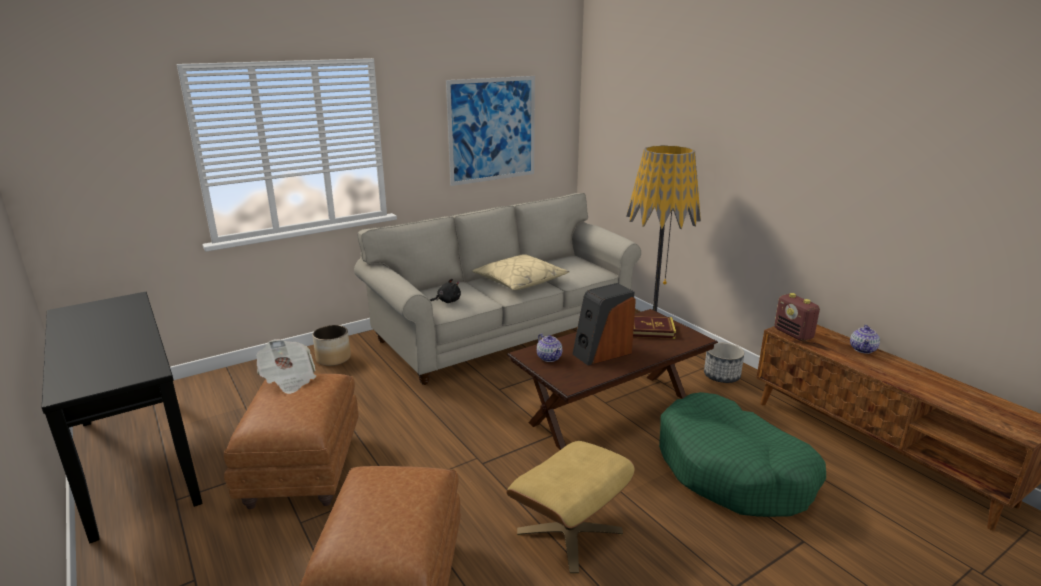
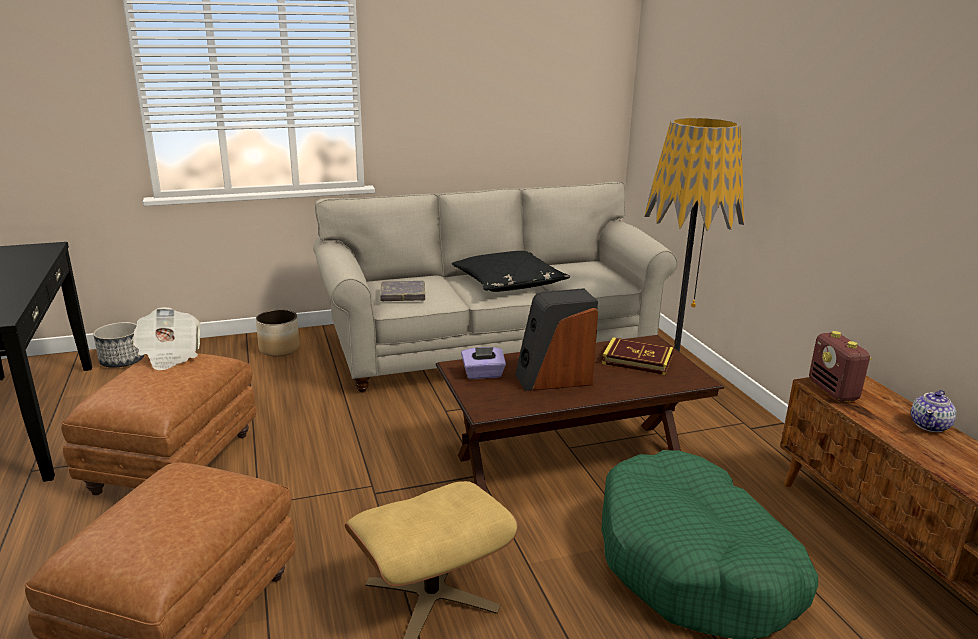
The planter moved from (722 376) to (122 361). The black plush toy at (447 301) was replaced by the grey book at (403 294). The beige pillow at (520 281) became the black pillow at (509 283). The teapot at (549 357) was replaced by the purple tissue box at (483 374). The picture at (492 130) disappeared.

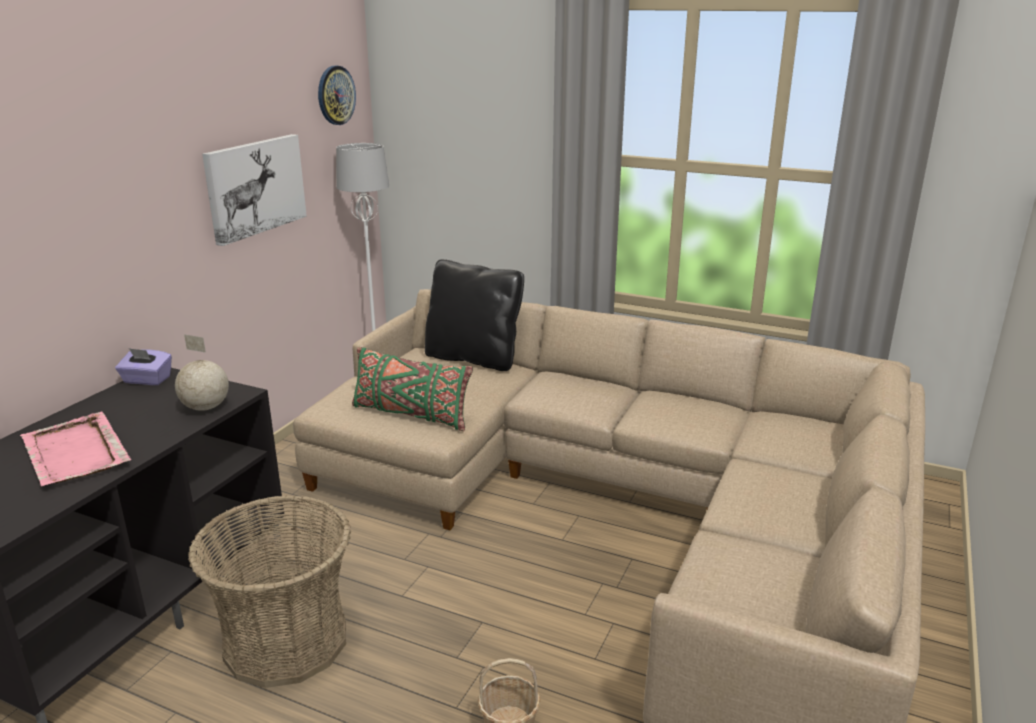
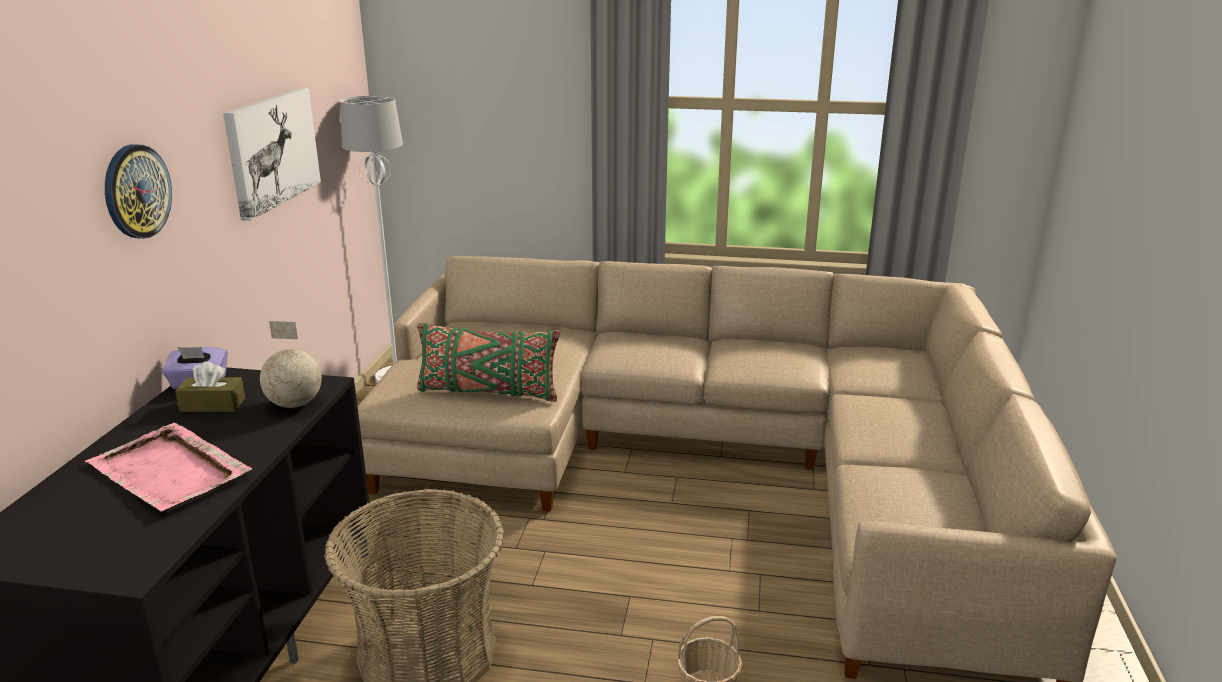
The wall clock moved from (335 95) to (136 191). The brown tissue box at (213 405) appeared. The black pillow at (473 358) disappeared.

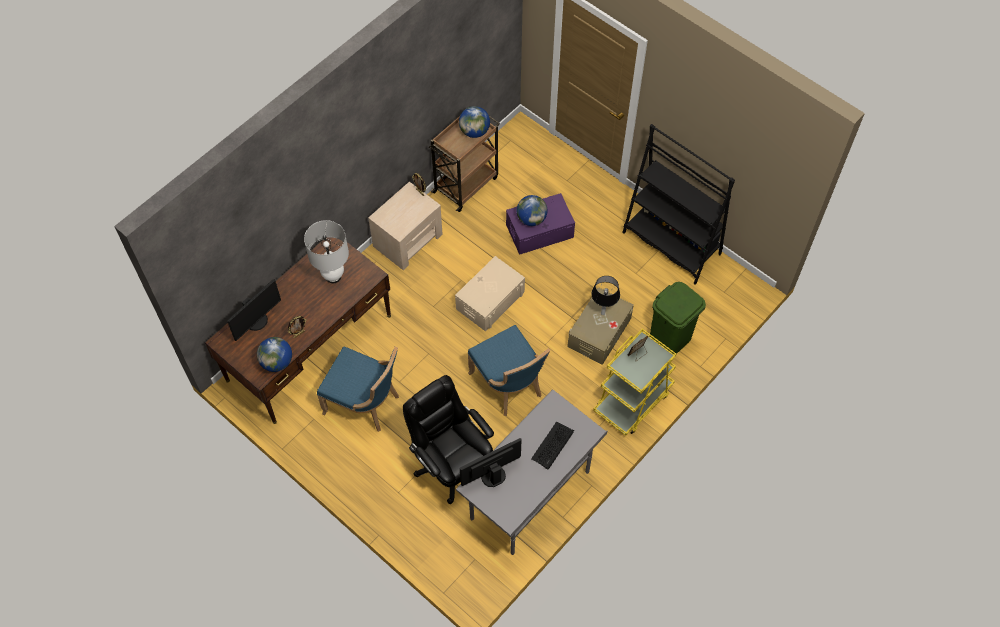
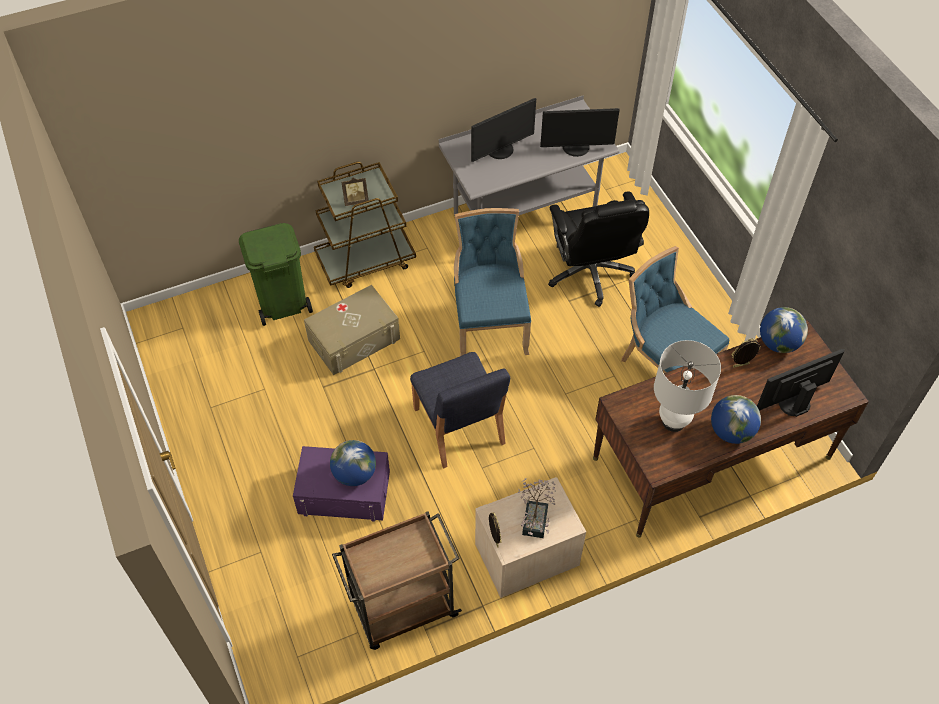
The yellow cart at (632 400) became the brown cart at (366 260). The beige storage box at (490 300) was replaced by the blue chair at (459 427). The keyboard at (552 445) was replaced by the monitor at (501 150). The potted plant at (536 517) appeared. The globe moved from (474 131) to (731 431). The table lamp at (603 312) disappeared. The black bookcase at (671 243) disappeared.

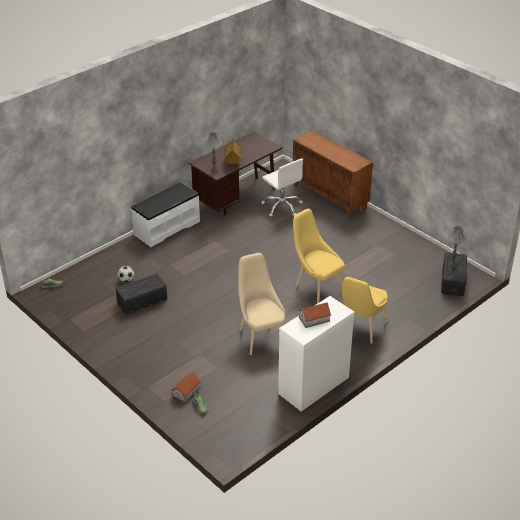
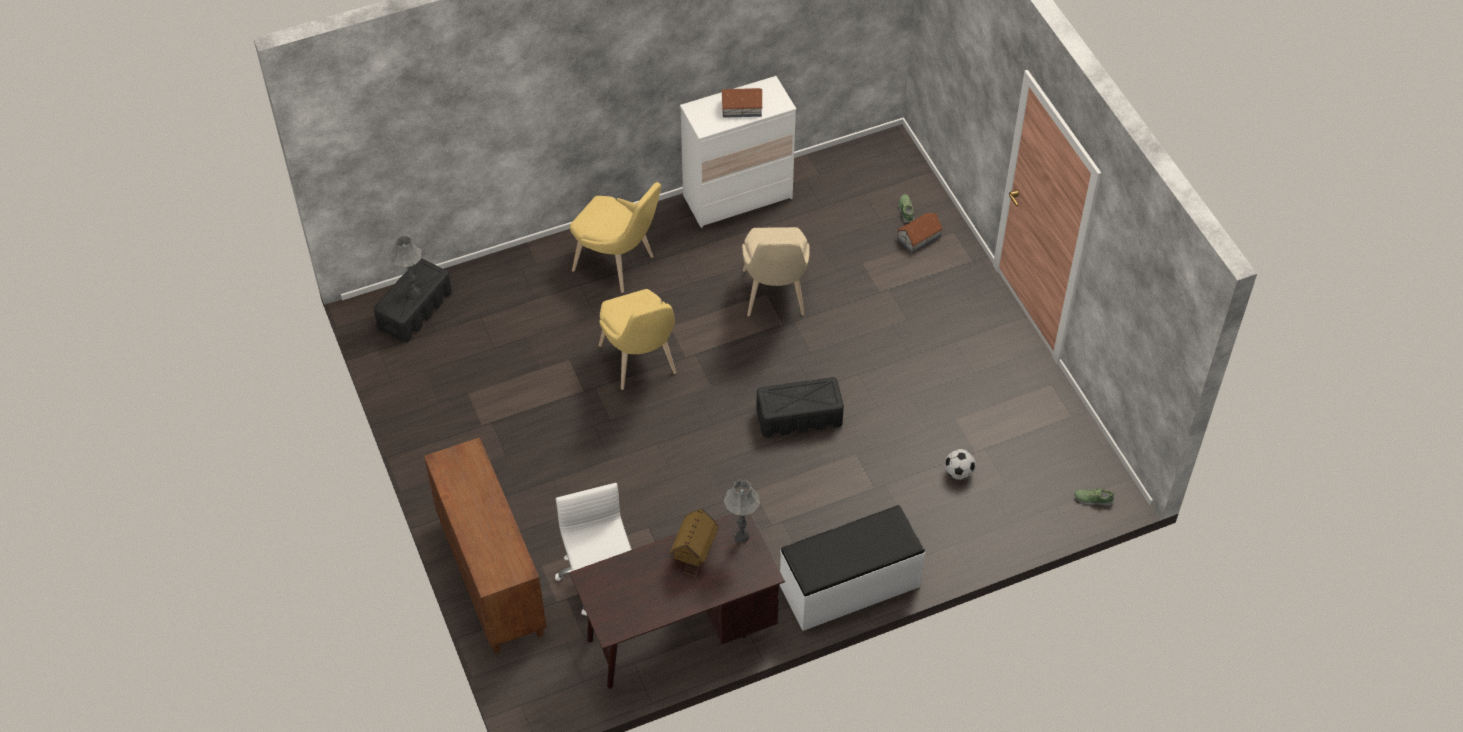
The yellow chair at (361 329) turned 75 degrees clockwise. The black storage box moved from (142 301) to (798 417).

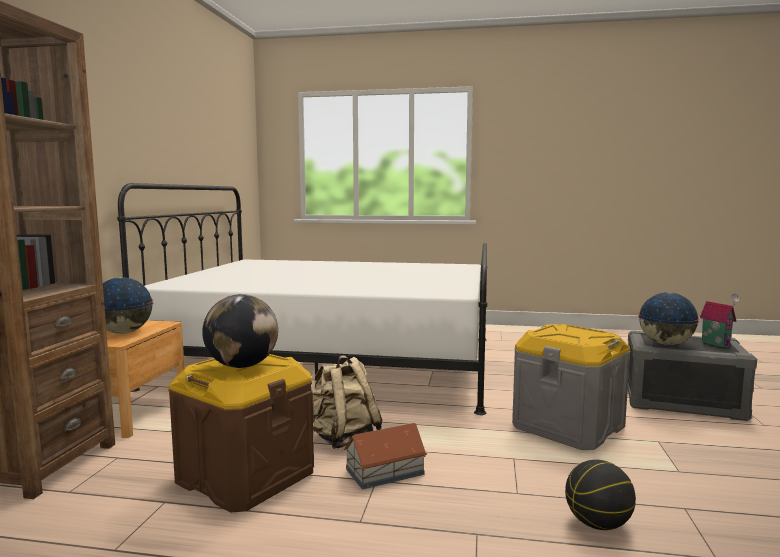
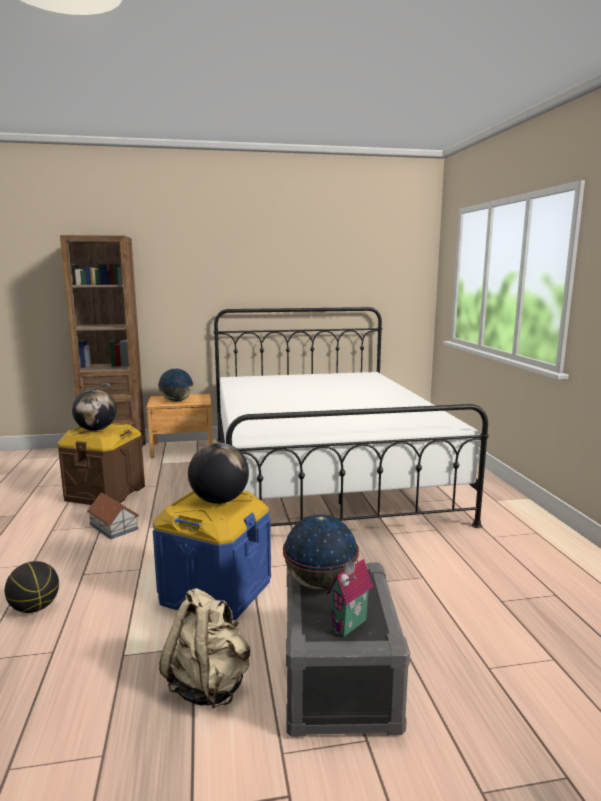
The grey storage box at (568 426) became the blue storage box at (215 591). The beige backpack moved from (342 439) to (209 684). The globe at (219 500) appeared.

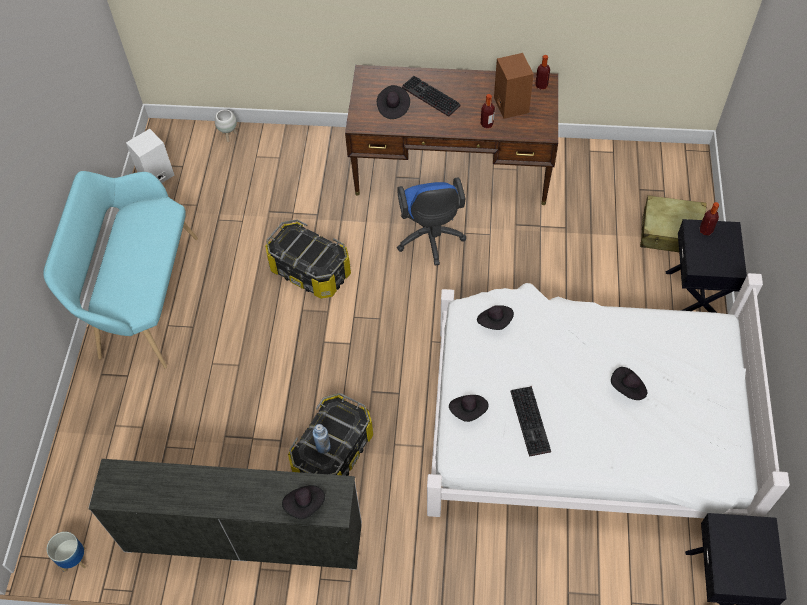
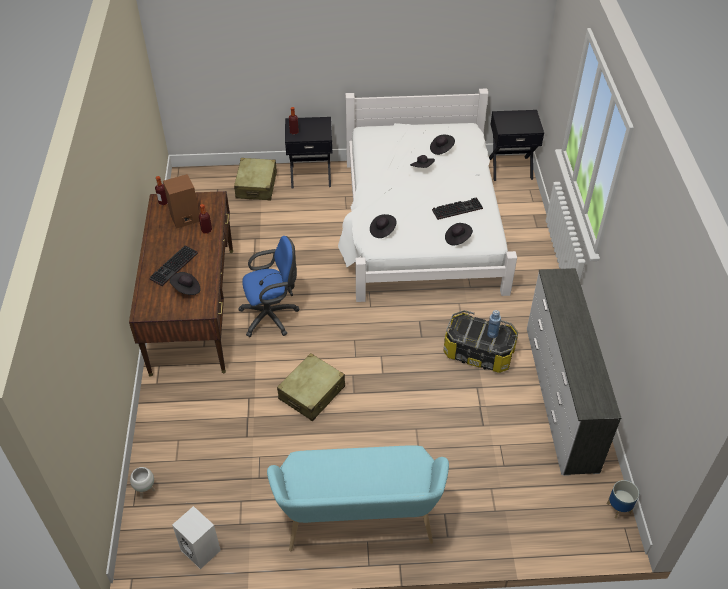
The storage box at (310 270) was replaced by the beige suitcase at (312 393). The black hat moved from (305 504) to (441 149).

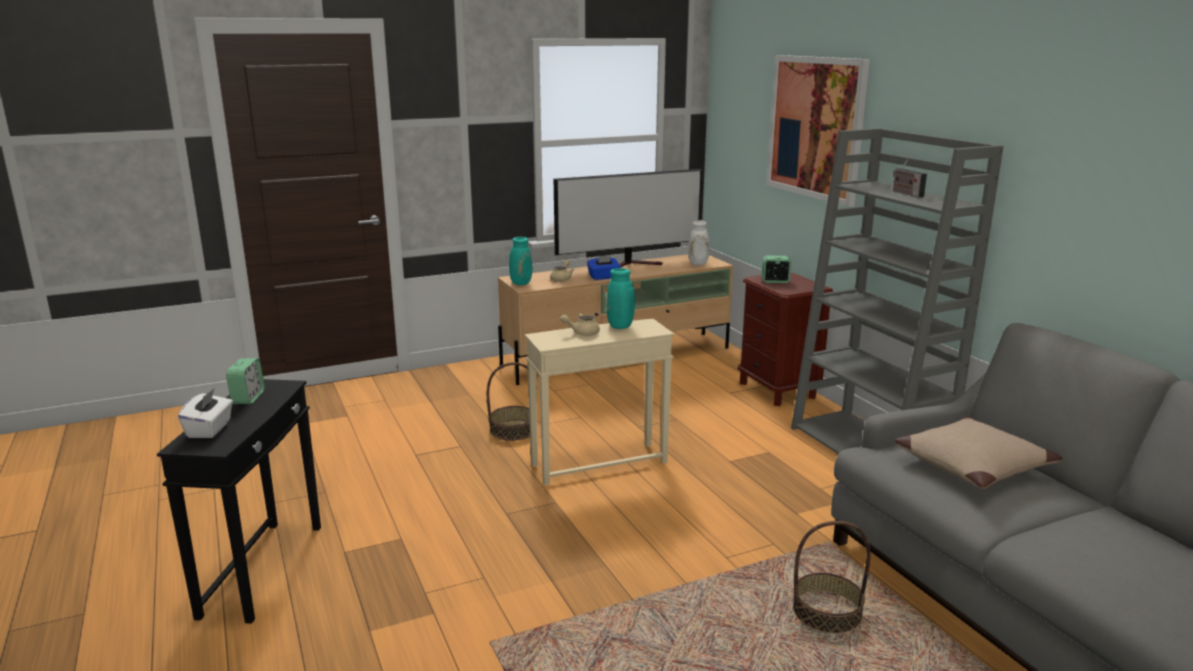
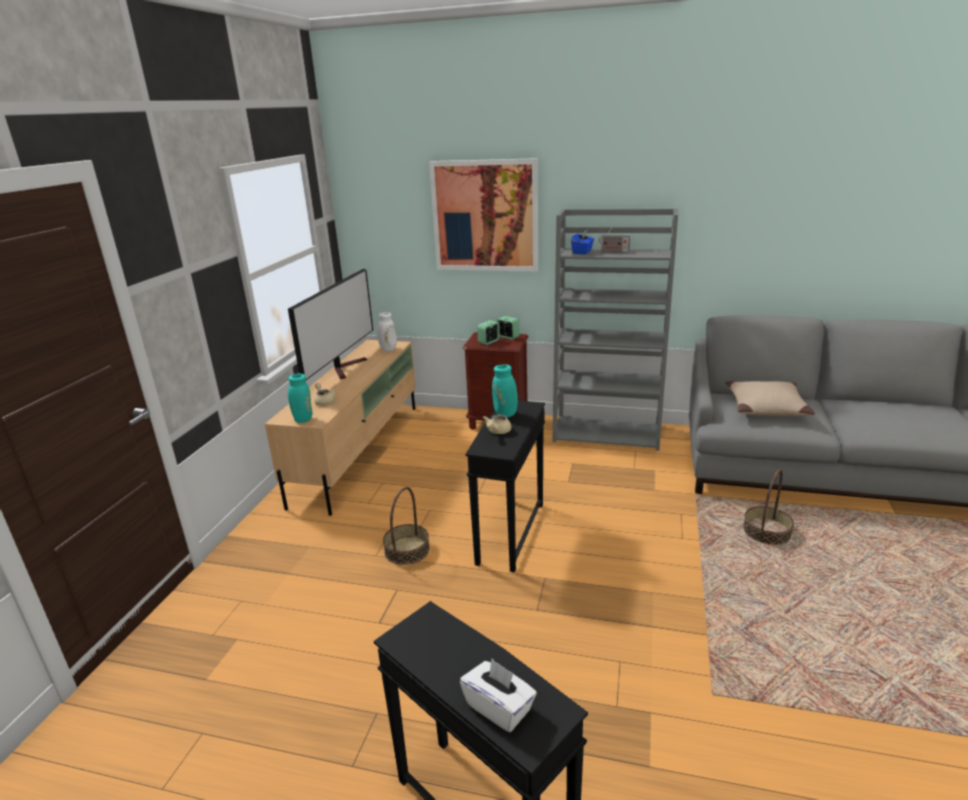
The beige side table at (598 463) became the black side table at (510 533). The alarm clock moved from (248 398) to (508 337). The blue tissue box moved from (603 277) to (582 252).

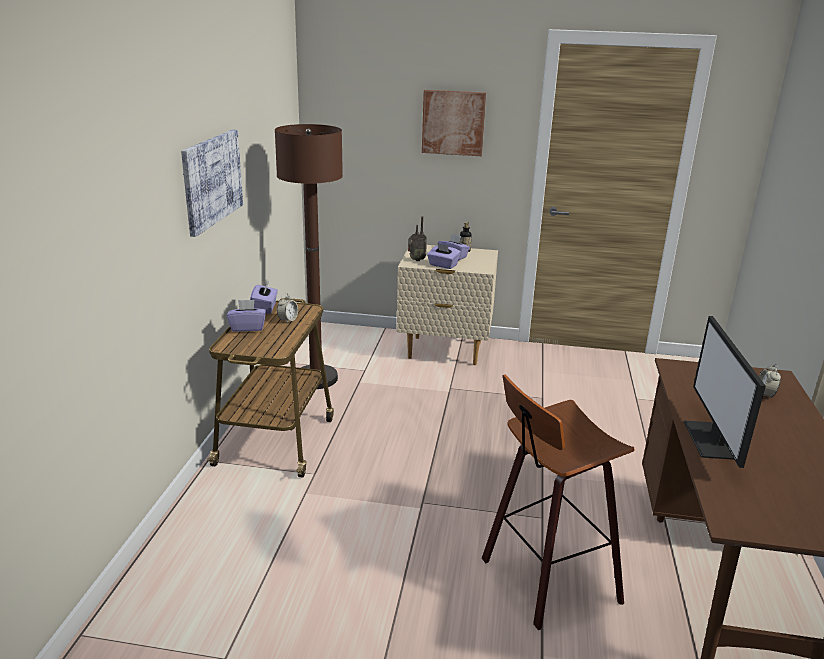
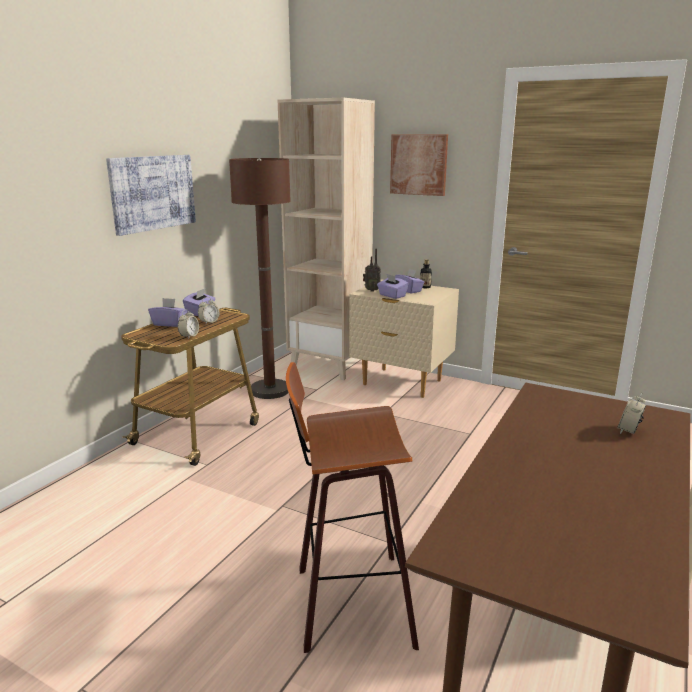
The alarm clock at (189 336) appeared. The beige bookcase at (330 365) appeared. The monitor at (713 440) disappeared.

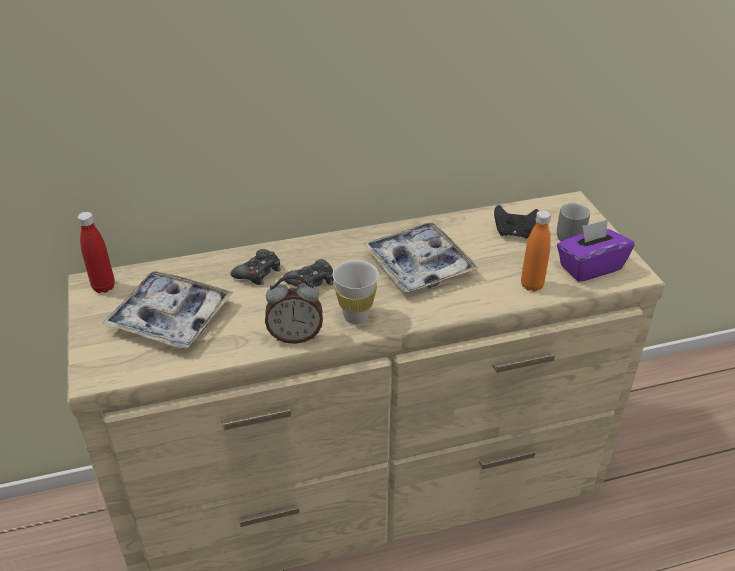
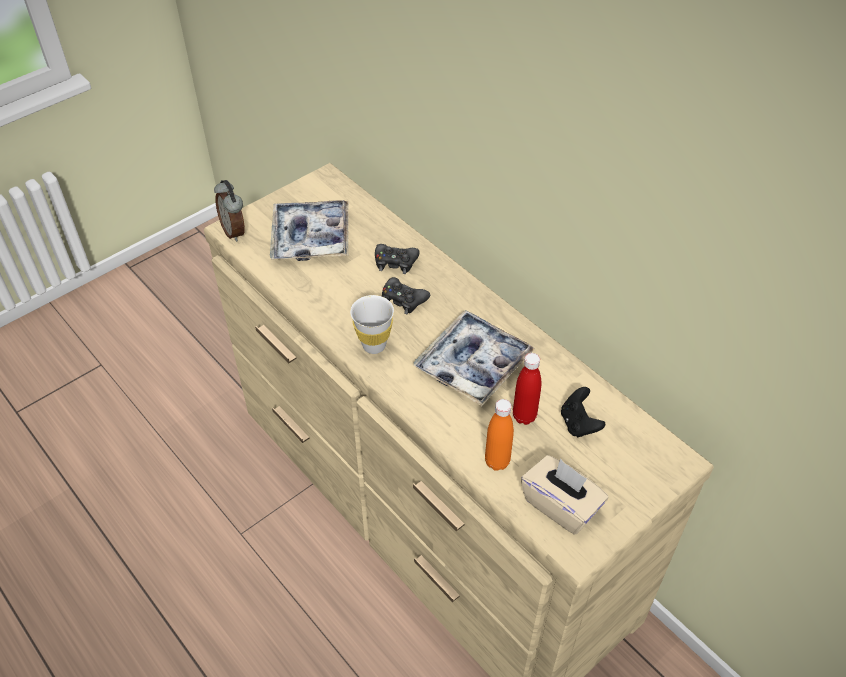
The alarm clock moved from (295 336) to (235 231). The red bottle moved from (103 287) to (524 416). The purple tissue box at (589 267) became the beige tissue box at (561 505). The grey mug at (569 234) disappeared.

